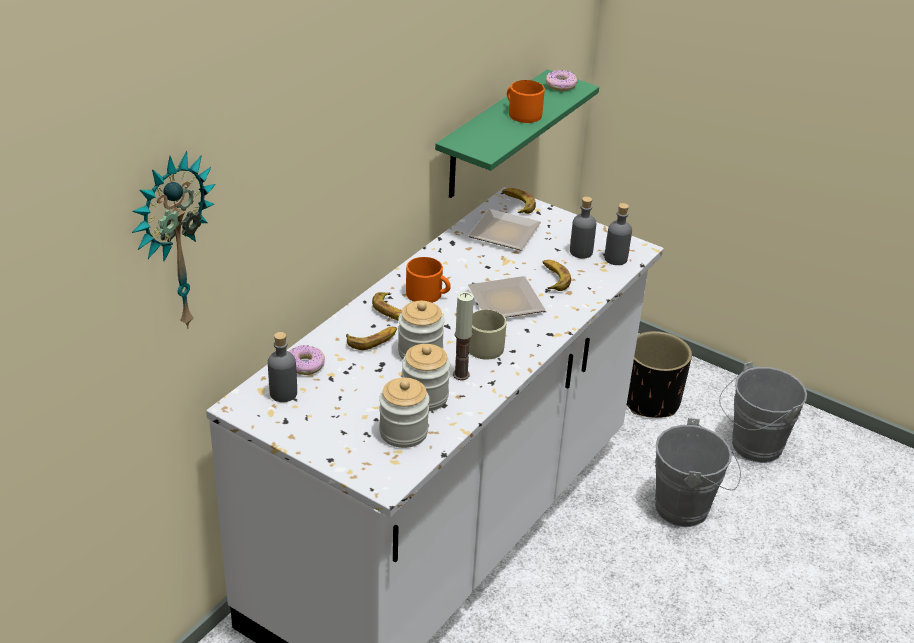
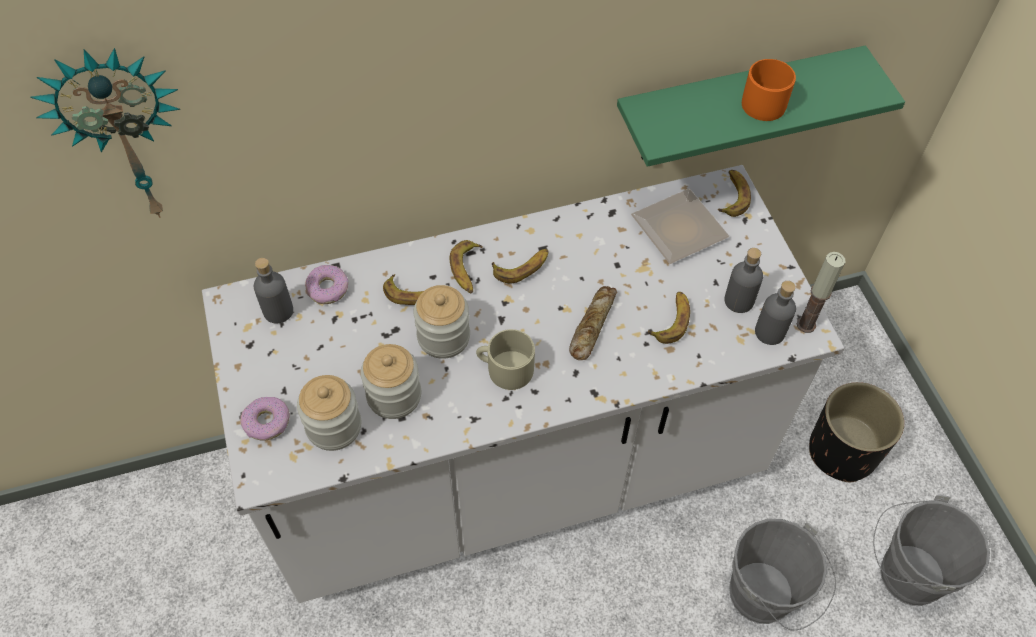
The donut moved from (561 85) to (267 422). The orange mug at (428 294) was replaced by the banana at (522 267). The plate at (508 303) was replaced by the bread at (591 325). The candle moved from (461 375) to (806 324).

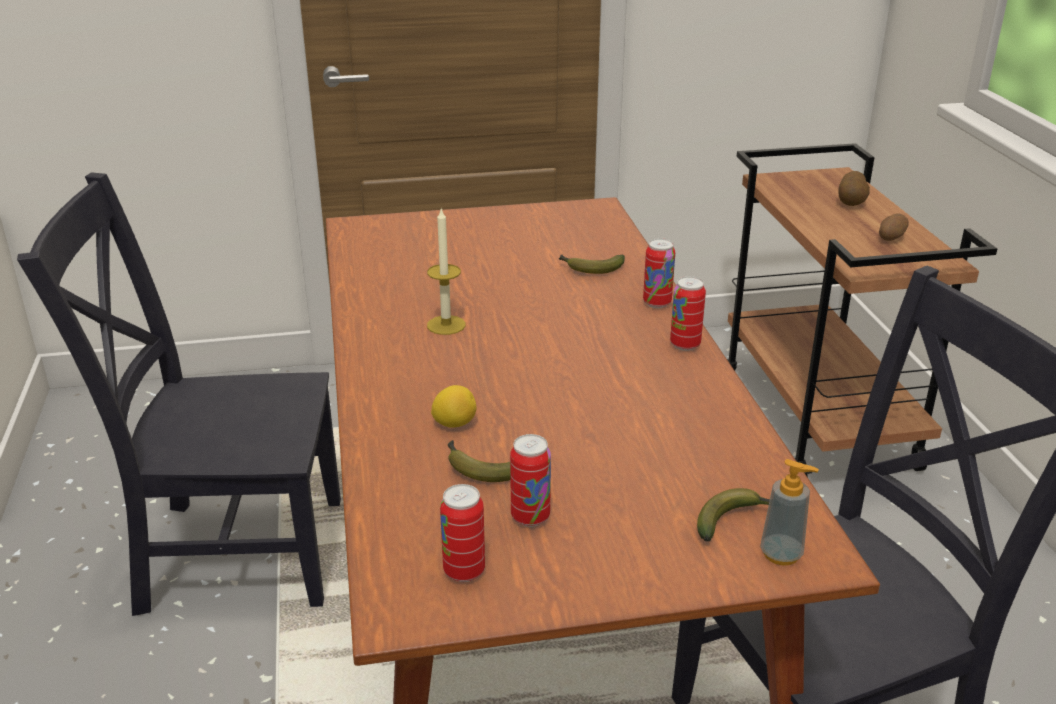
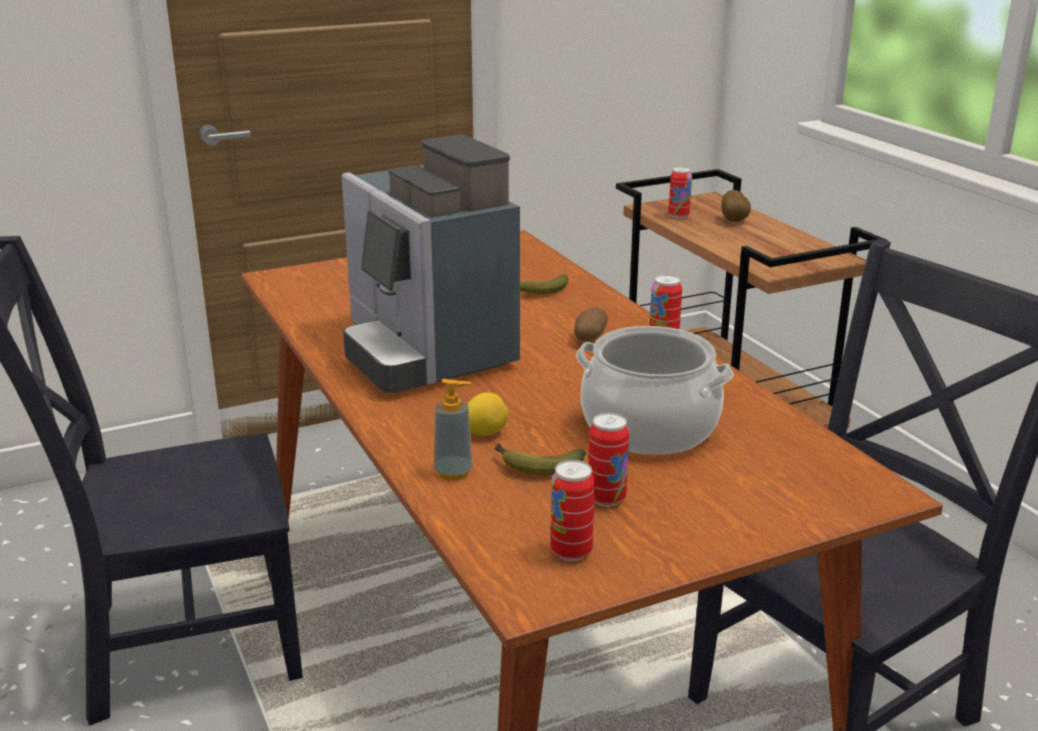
The candle at (446 325) was replaced by the coffee machine at (425 352). The soap dispenser moved from (781 554) to (453 472). The potato moved from (890 238) to (589 338). The cooking pot at (650 427) appeared. The can moved from (657 303) to (678 216). The banana at (734 521) disappeared.

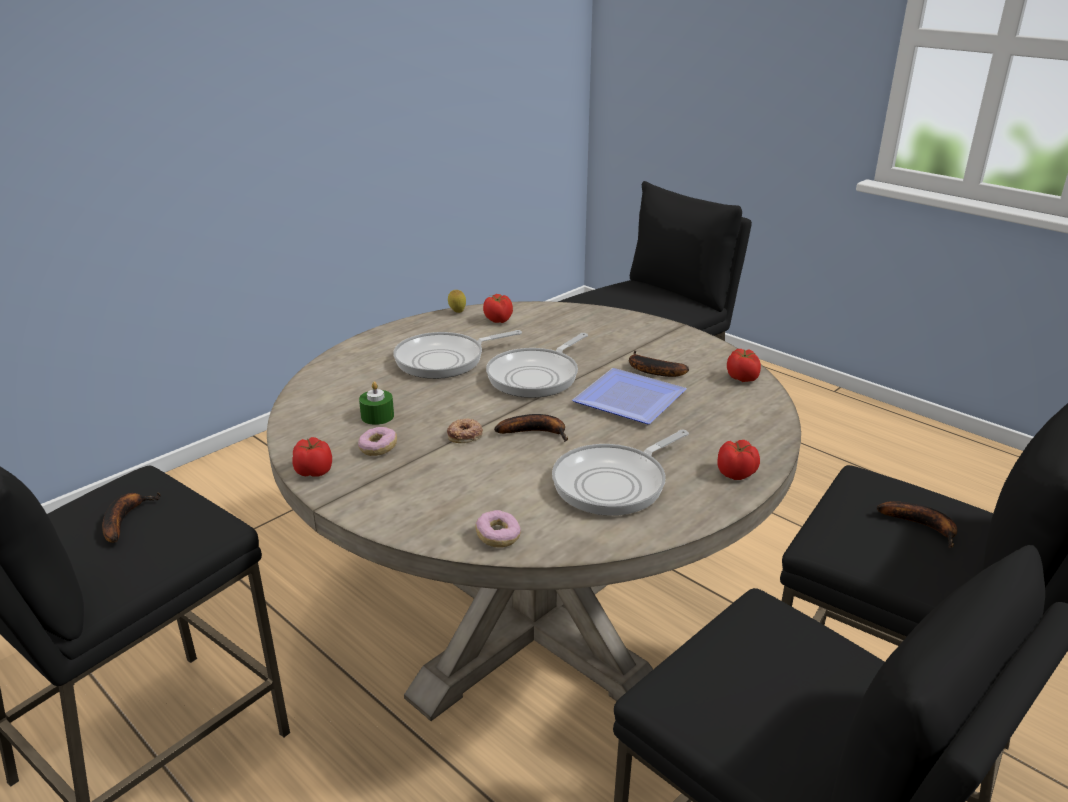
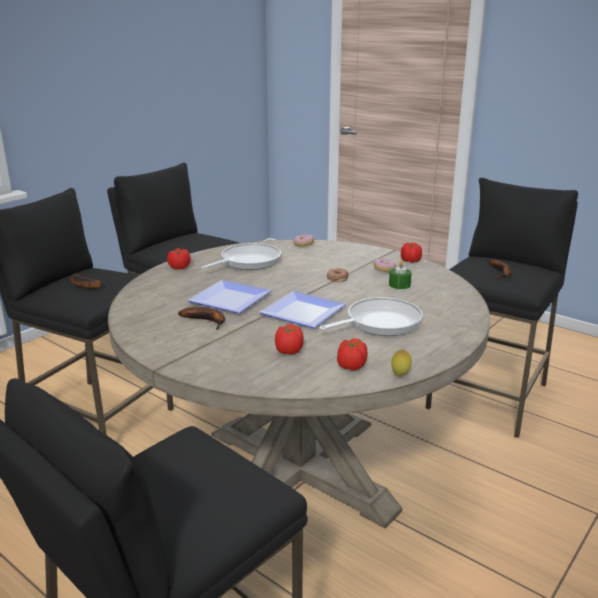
The frying pan at (536 376) was replaced by the plate at (300 313). The tomato moved from (742 378) to (288 351). The banana at (536 432) disappeared.

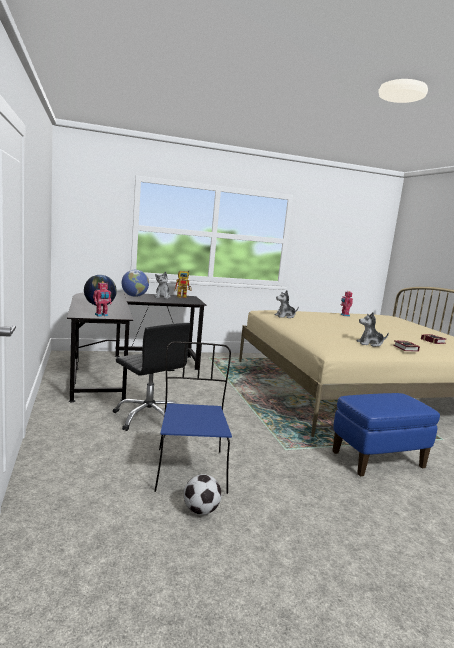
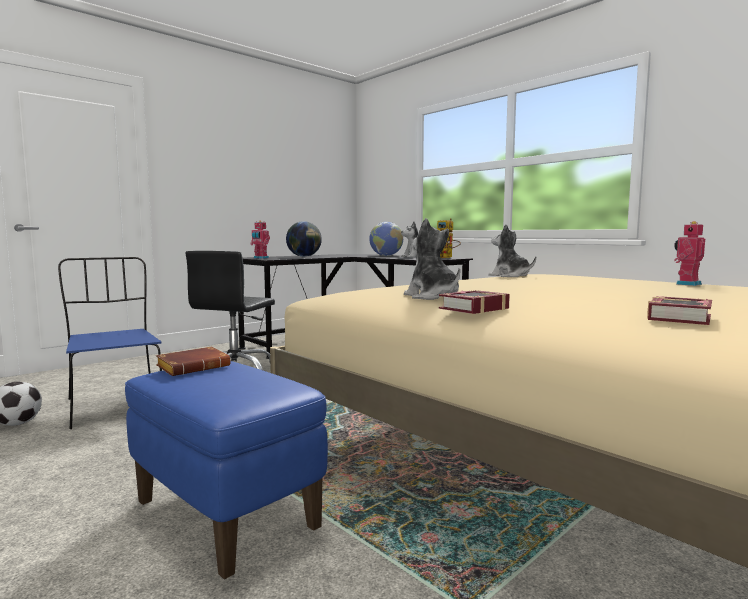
The blue chair at (190 469) turned 90 degrees counterclockwise. The brown book at (194 367) appeared.

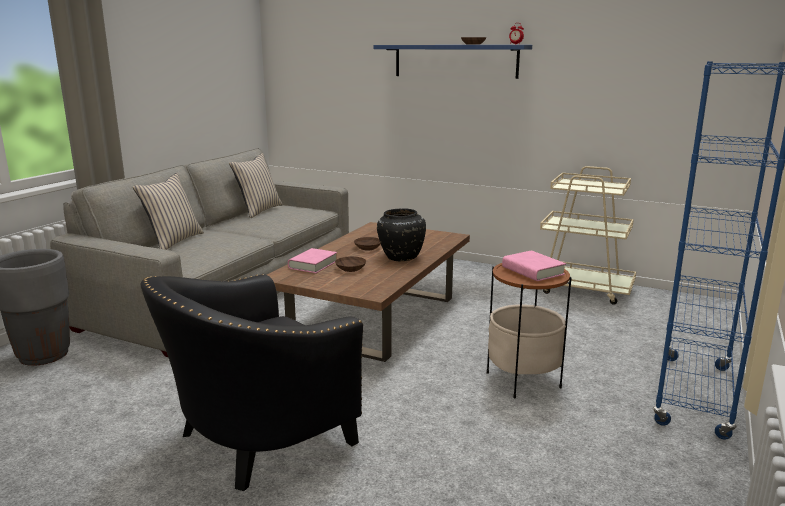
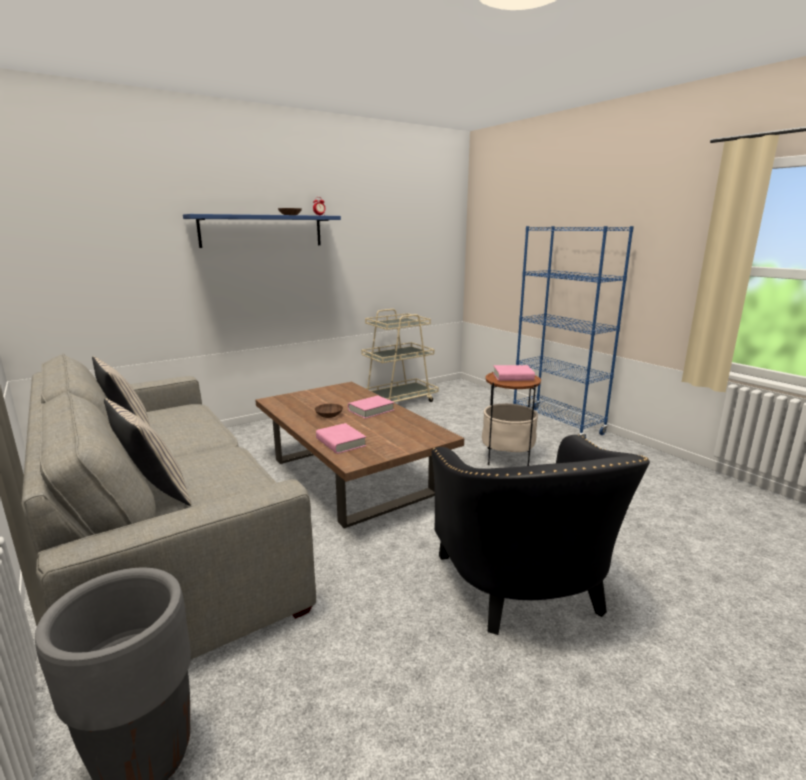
The black vase at (400 257) was replaced by the pink book at (371 410). The brown bowl at (351 269) disappeared.

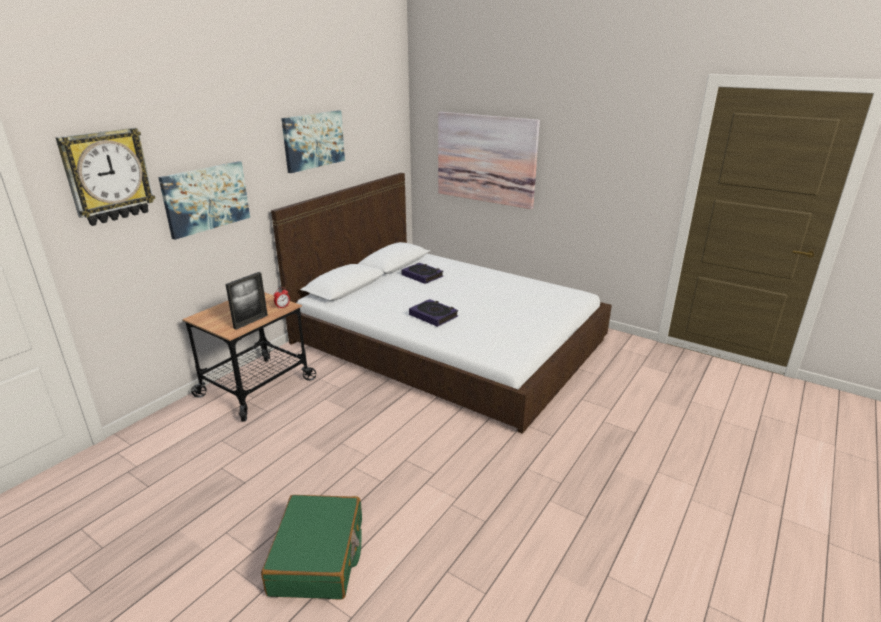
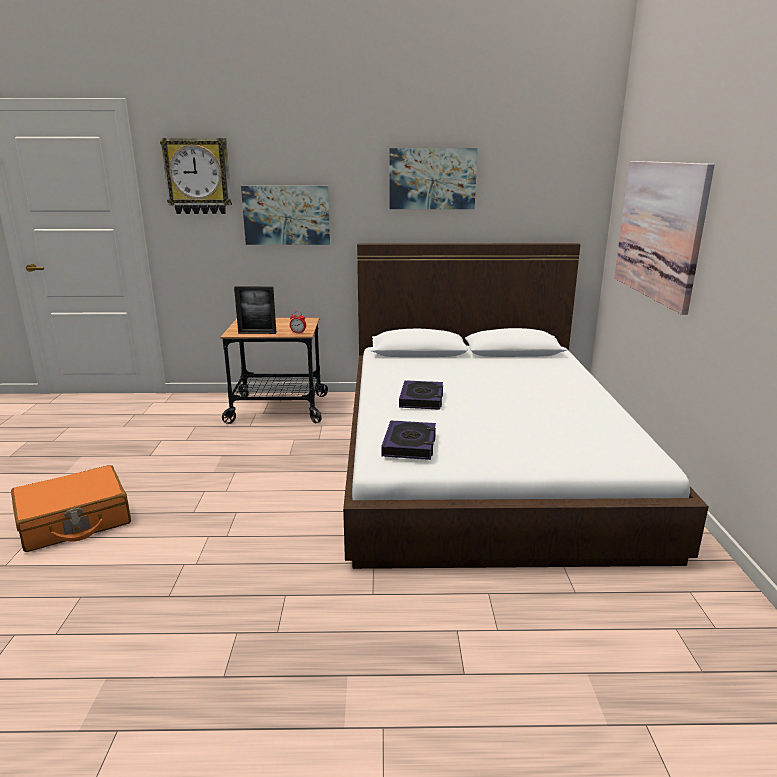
The green suitcase at (318 556) became the orange suitcase at (74 521). The book moved from (422 276) to (410 444).

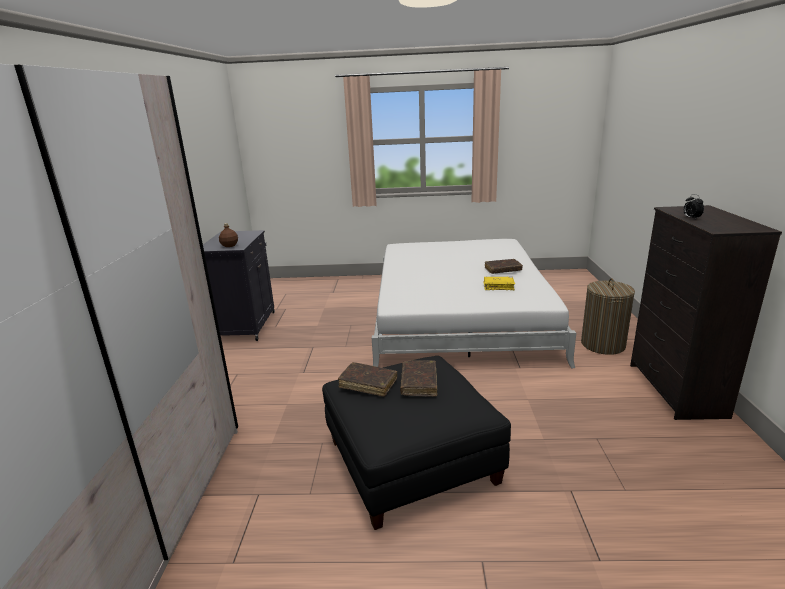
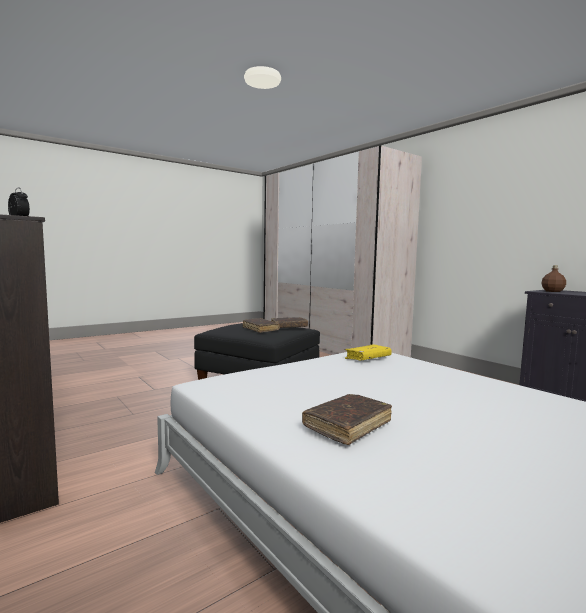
The yellow book moved from (498 287) to (367 358). The laundry basket at (602 344) disappeared.

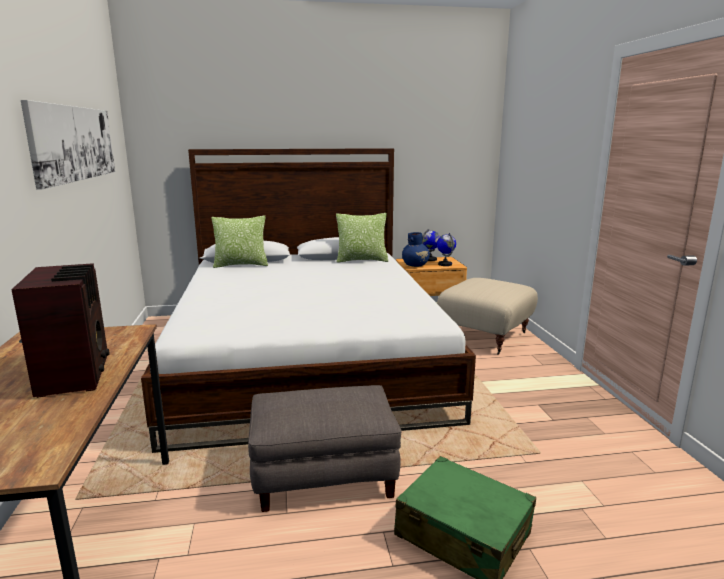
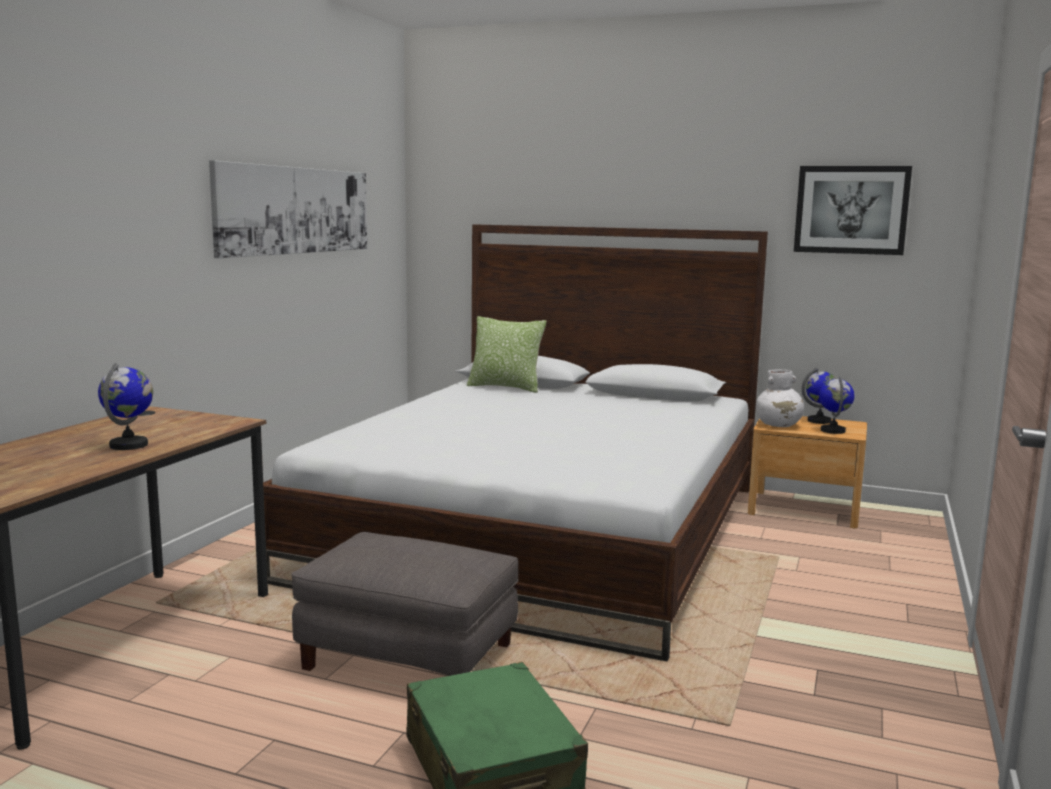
The radio at (76 375) was replaced by the globe at (129 445). The blue vase at (415 265) became the white vase at (779 425). The picture at (851 210) appeared. The pillow at (362 260) disappeared. The beige ottoman at (486 337) disappeared.

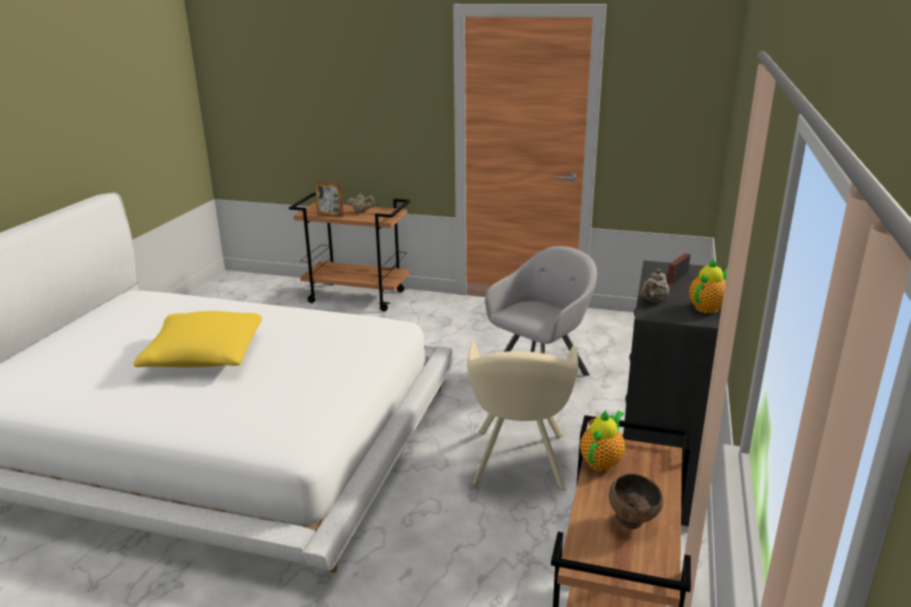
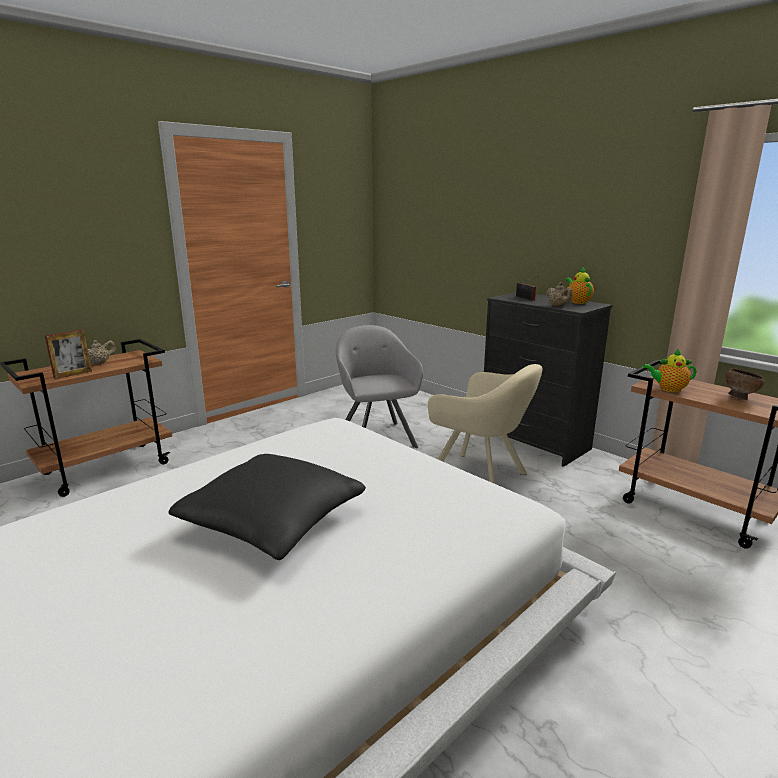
The yellow pillow at (204 356) became the black pillow at (272 522). The teapot at (602 461) turned 60 degrees counterclockwise.

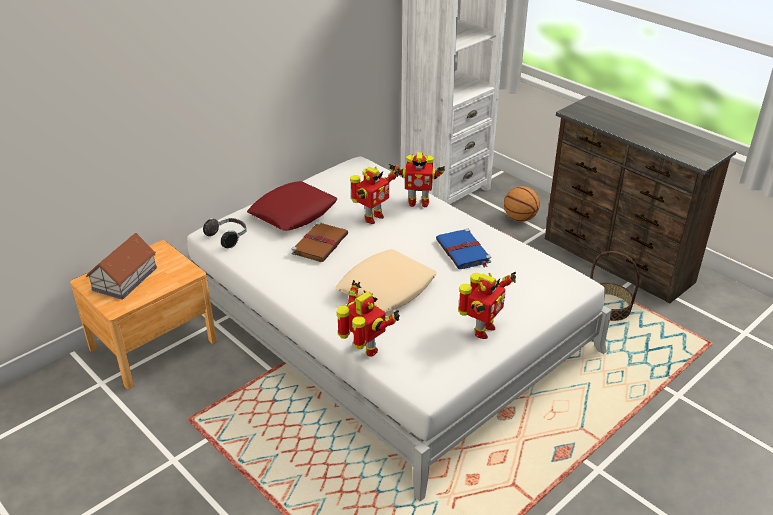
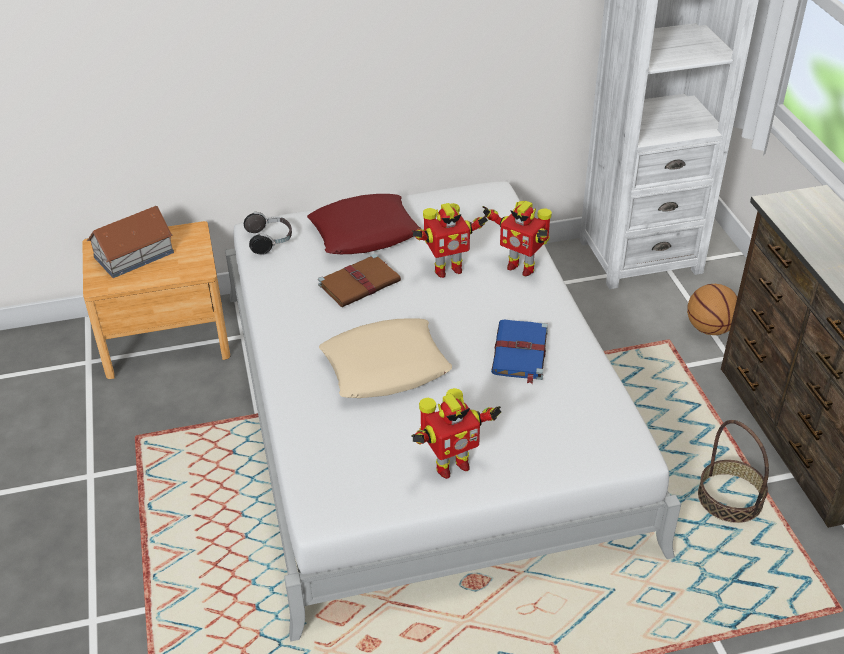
The toy robot at (365 350) disappeared.

